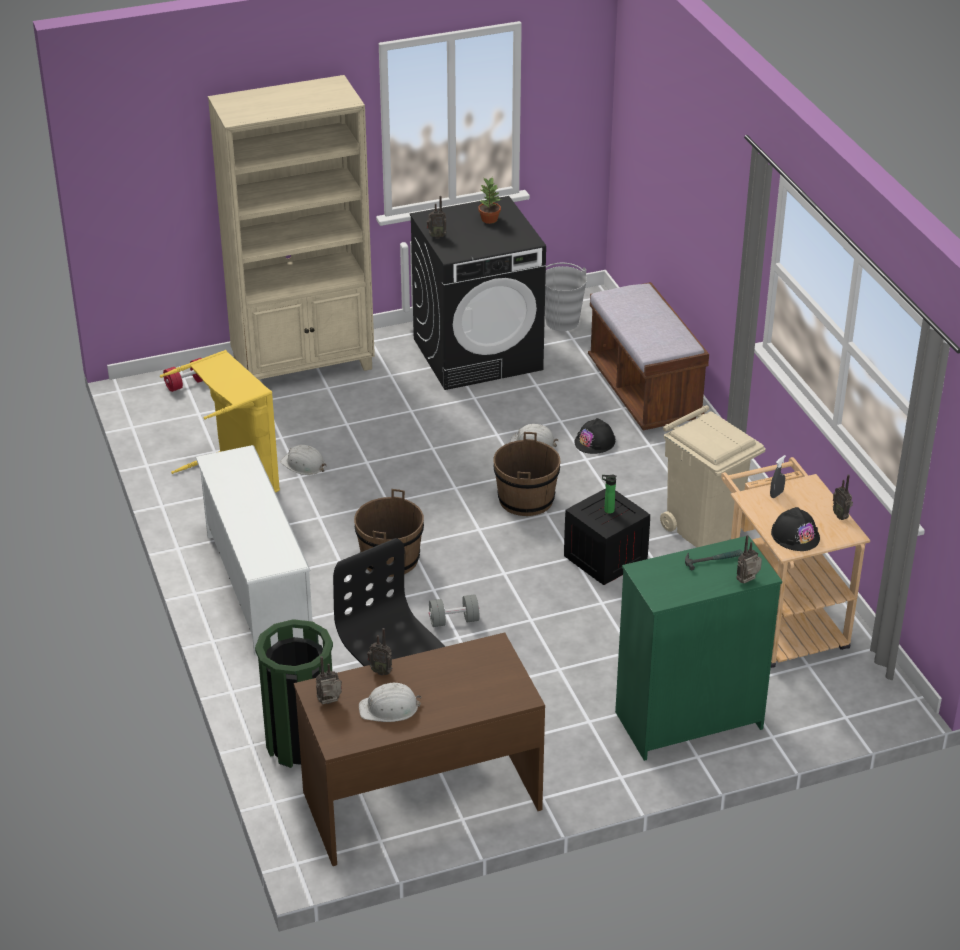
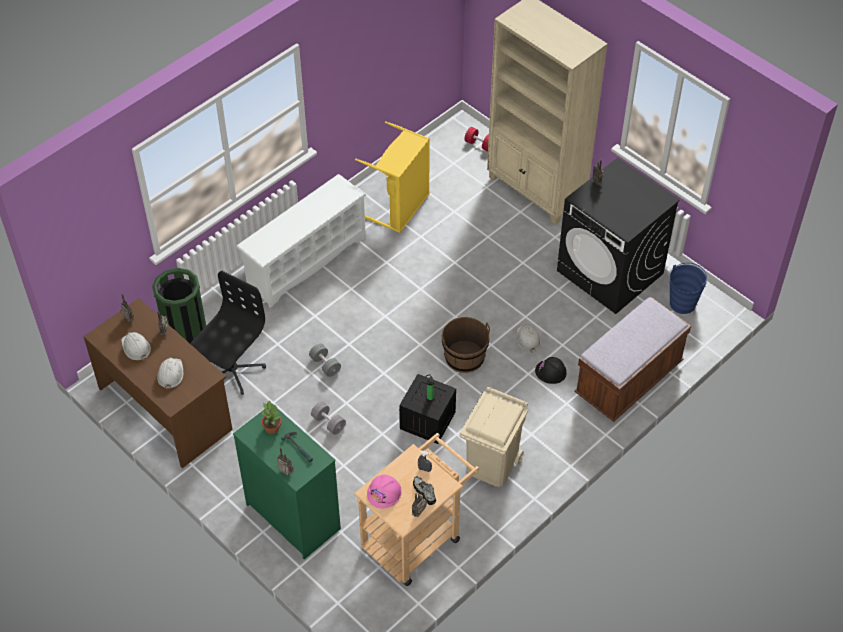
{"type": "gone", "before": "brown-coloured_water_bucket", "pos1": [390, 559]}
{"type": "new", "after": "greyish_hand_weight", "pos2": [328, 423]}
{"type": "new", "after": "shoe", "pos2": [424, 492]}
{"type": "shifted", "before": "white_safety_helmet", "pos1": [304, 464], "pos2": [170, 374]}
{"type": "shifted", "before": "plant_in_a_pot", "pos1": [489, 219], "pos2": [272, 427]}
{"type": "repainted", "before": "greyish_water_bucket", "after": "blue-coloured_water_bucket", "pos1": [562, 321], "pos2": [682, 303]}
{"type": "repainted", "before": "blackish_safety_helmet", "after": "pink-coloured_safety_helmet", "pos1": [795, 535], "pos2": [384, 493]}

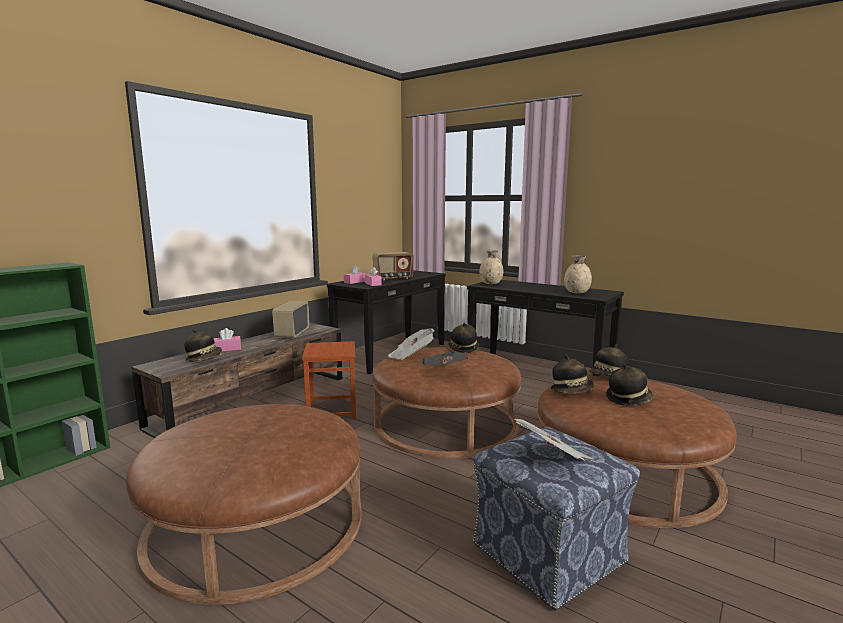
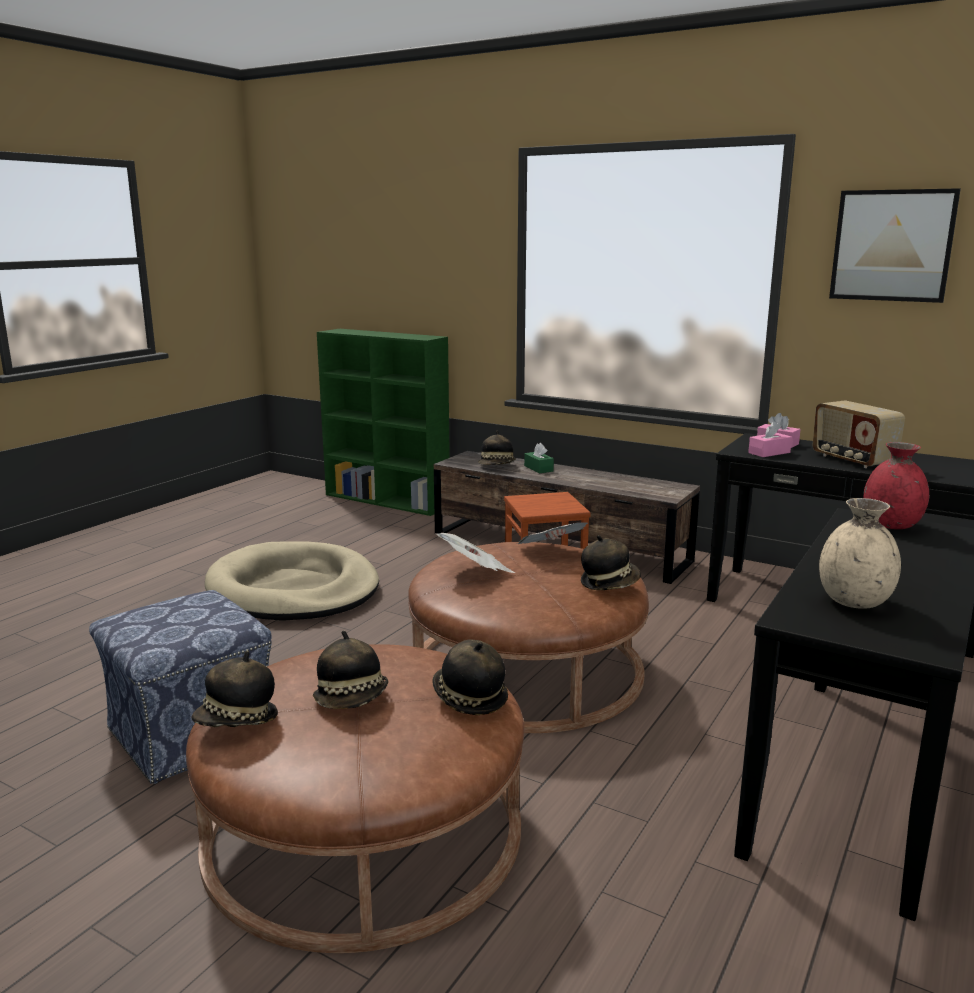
{"type": "gone", "before": "radio_set", "pos1": [292, 334]}
{"type": "gone", "before": "daily_paper", "pos1": [552, 459]}
{"type": "new", "after": "picture", "pos2": [892, 245]}
{"type": "shifted", "before": "clothing_hat", "pos1": [571, 391], "pos2": [237, 722]}
{"type": "swapped", "before": "brown-coloured_ottoman", "after": "beige_dog_bed", "pos1": [256, 522], "pos2": [293, 589]}
{"type": "repainted", "before": "pink-coloured_tissue_holder", "after": "green_tissue_holder", "pos1": [227, 349], "pos2": [538, 468]}
{"type": "repainted", "before": "beige_flower_vase", "after": "reddish_flower_vase", "pos1": [490, 283], "pos2": [891, 525]}

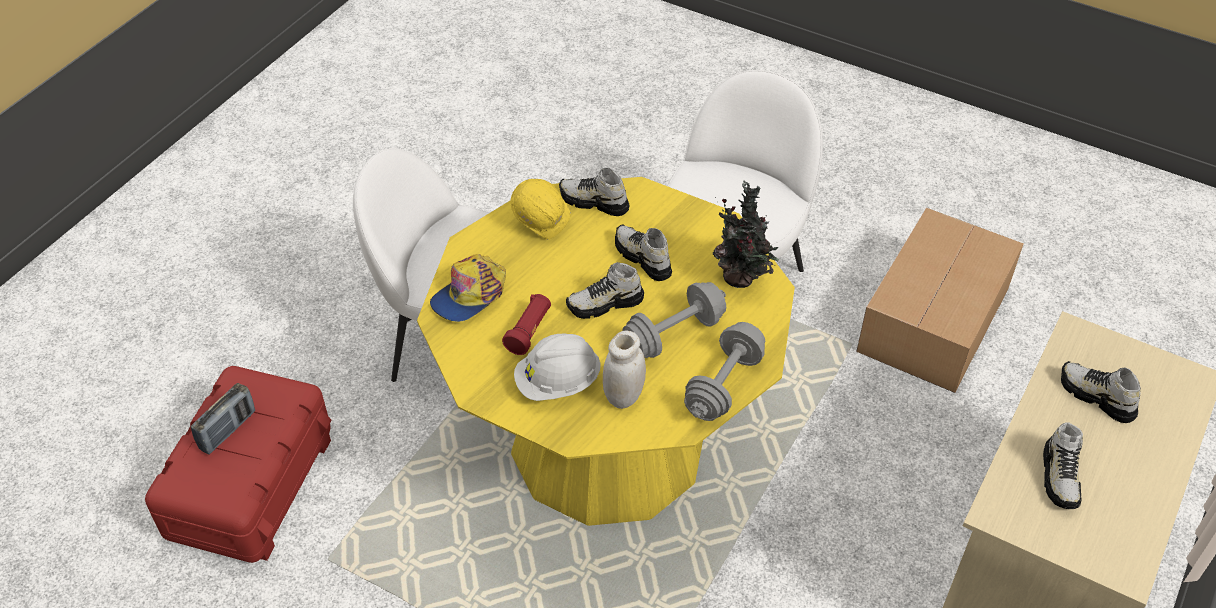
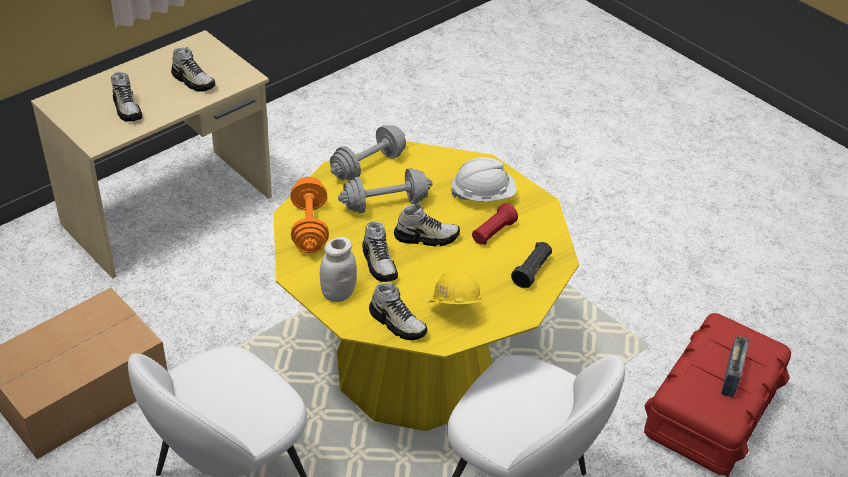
{"type": "shifted", "before": "white_storage_jar", "pos1": [624, 396], "pos2": [338, 293]}
{"type": "swapped", "before": "peaked_cap", "after": "blackish_flashlight", "pos1": [470, 295], "pos2": [532, 271]}
{"type": "swapped", "before": "plant_in_a_pot", "after": "orange-coloured_hand_weight", "pos1": [742, 279], "pos2": [309, 227]}
{"type": "rotated", "before": "radio_set", "pos1": [228, 430], "pos2": [731, 377], "turn": 150}
{"type": "rotated", "before": "shoe", "pos1": [1060, 477], "pos2": [193, 81], "turn": 105}

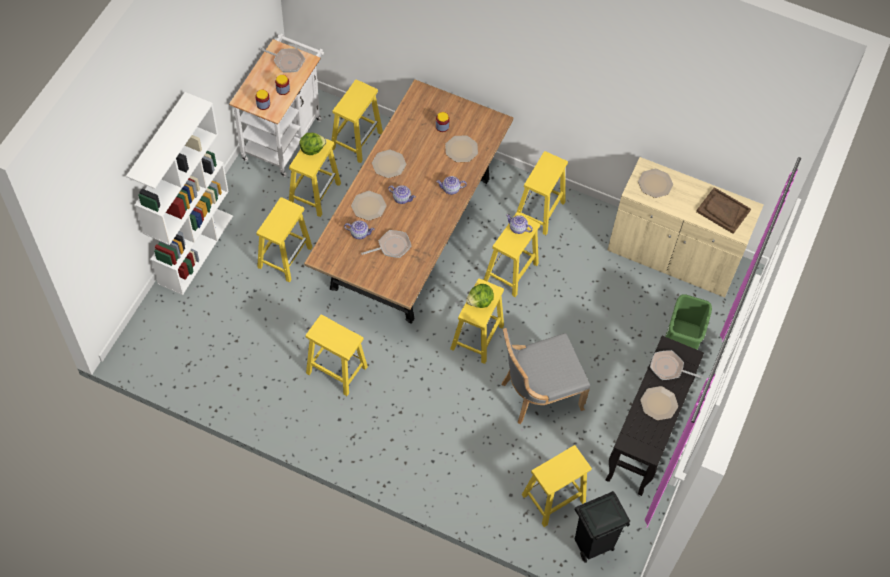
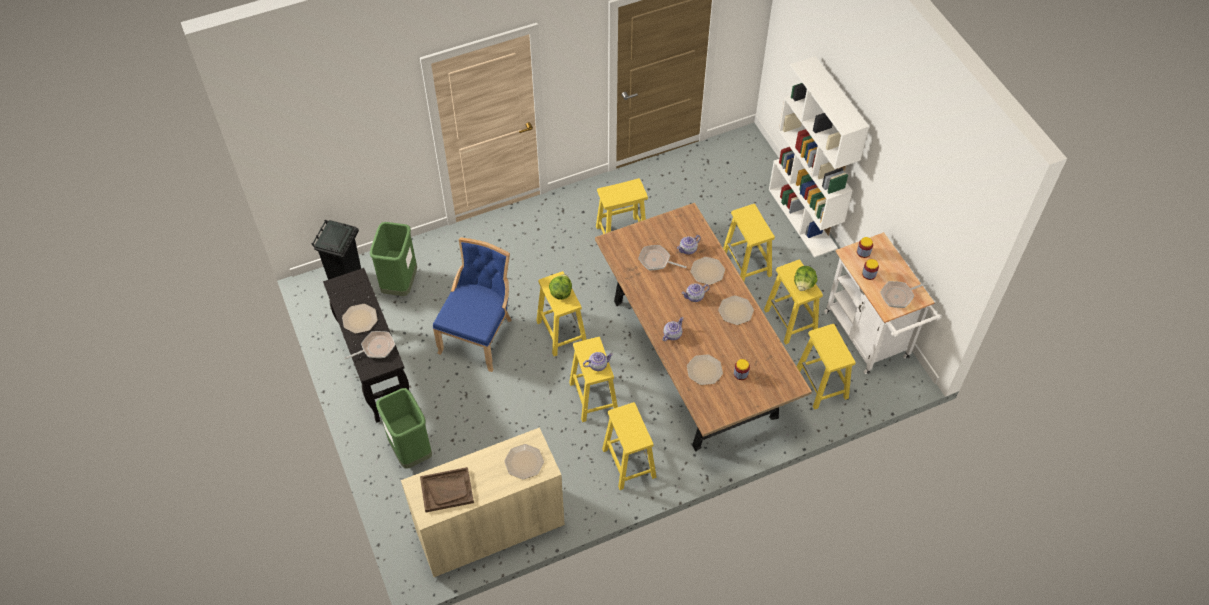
{"type": "swapped", "before": "yellowish_stool_seat", "after": "green_waste_bin", "pos1": [552, 499], "pos2": [400, 284]}
{"type": "repainted", "before": "greyish_plain_chair", "after": "blue-coloured_plain_chair", "pos1": [538, 394], "pos2": [479, 335]}
{"type": "rotated", "before": "skillet", "pos1": [392, 246], "pos2": [656, 260], "turn": 90}

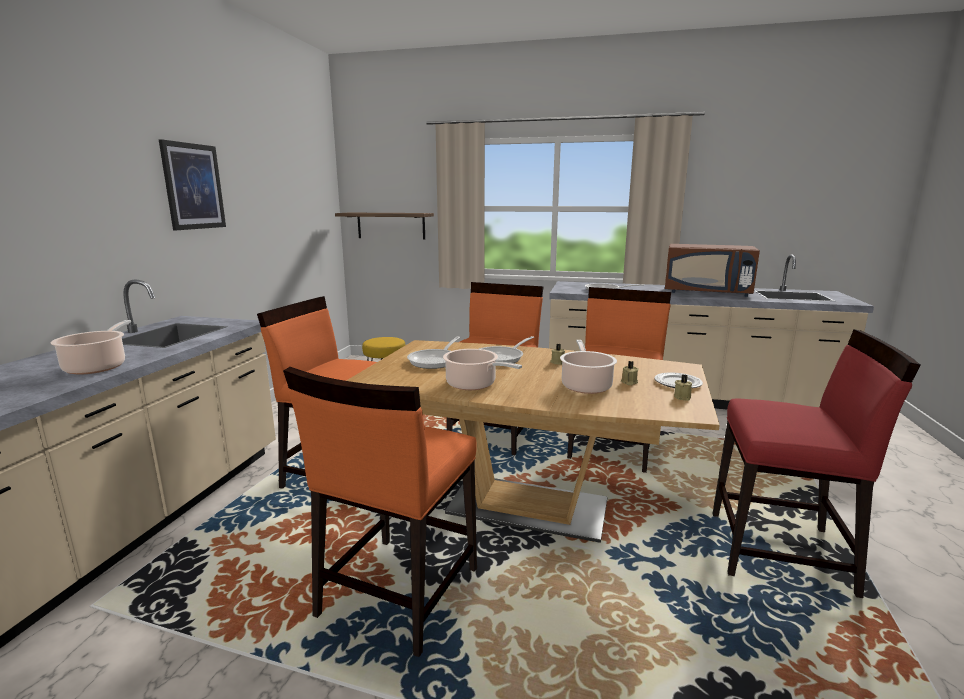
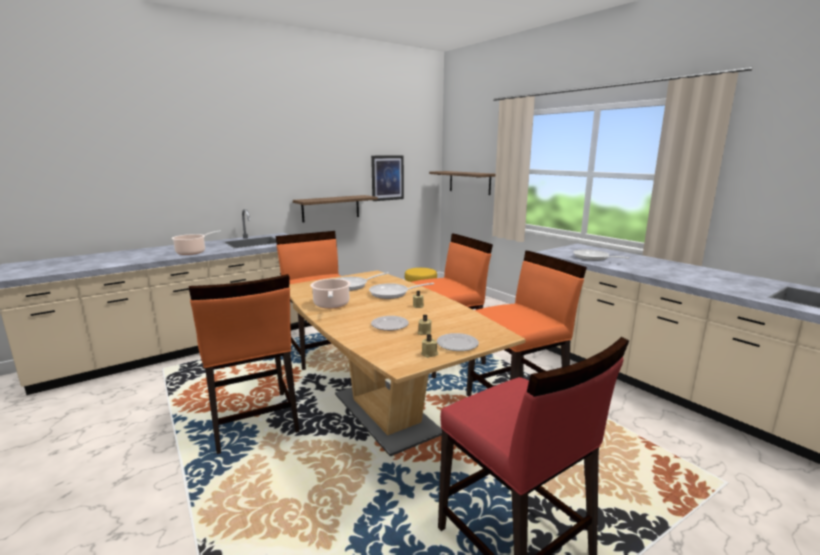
{"type": "gone", "before": "brown-coloured_microwave_oven", "pos1": [707, 292]}
{"type": "new", "after": "bracket_shelf", "pos2": [331, 208]}
{"type": "shifted", "before": "picture", "pos1": [193, 186], "pos2": [387, 178]}
{"type": "swapped", "before": "cooking_pot", "after": "dinner_plate", "pos1": [585, 385], "pos2": [390, 325]}
{"type": "rotated", "before": "orange-coloured_plain_chair", "pos1": [397, 593], "pos2": [253, 422], "turn": -90}

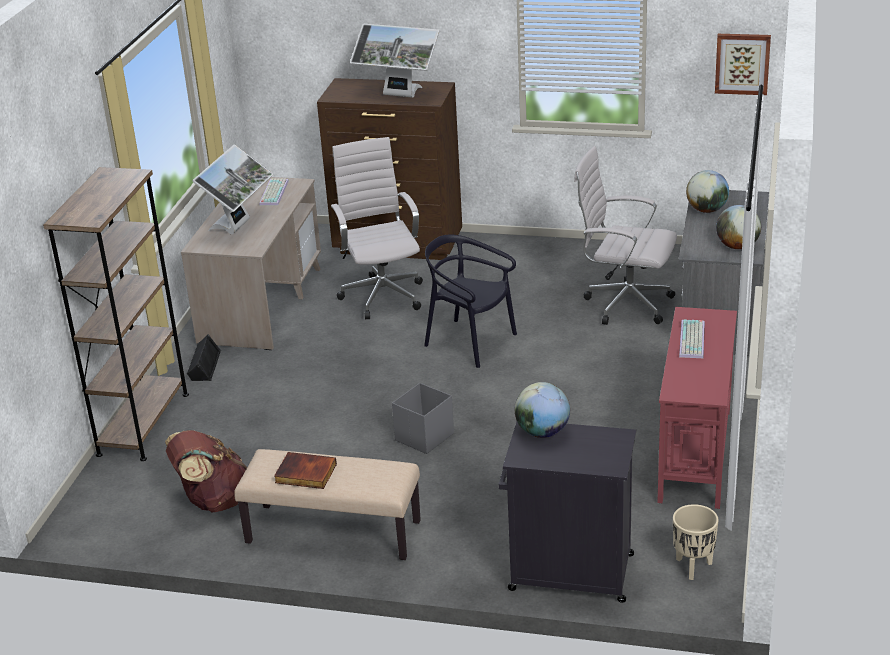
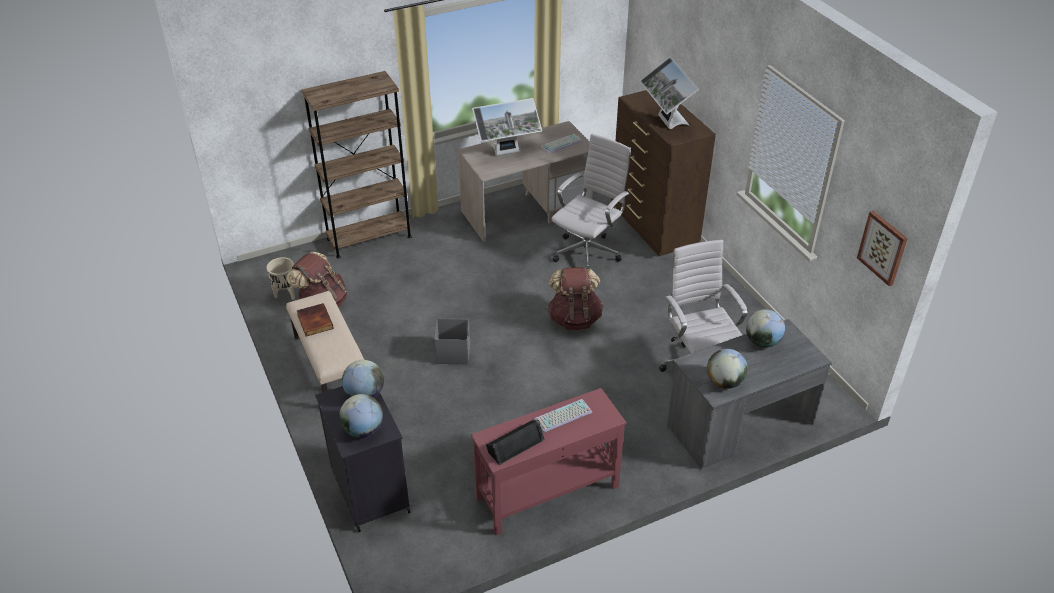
{"type": "new", "after": "world_globe", "pos2": [363, 430]}
{"type": "shifted", "before": "blackish_loudspeaker", "pos1": [203, 365], "pos2": [515, 444]}
{"type": "shifted", "before": "beige_plant_pot", "pos1": [693, 567], "pos2": [286, 294]}
{"type": "swapped", "before": "blackish_plain_chair", "after": "brown-coloured_rucksack", "pos1": [470, 342], "pos2": [574, 318]}

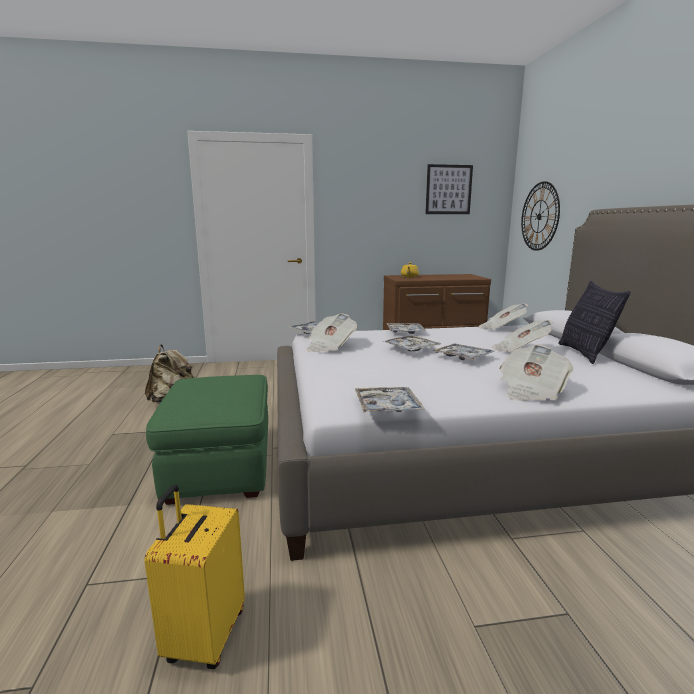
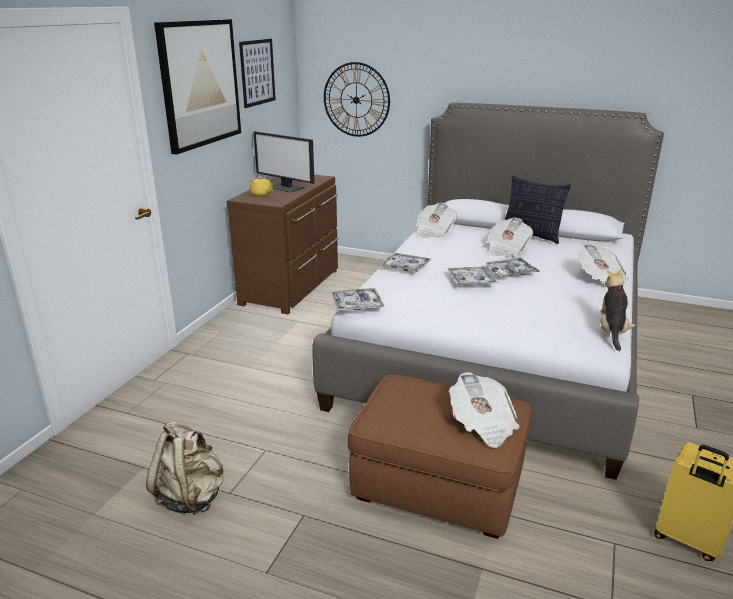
{"type": "new", "after": "picture", "pos2": [200, 83]}
{"type": "new", "after": "computer_screen", "pos2": [286, 187]}
{"type": "shifted", "before": "daily_paper", "pos1": [330, 347], "pos2": [482, 425]}
{"type": "swapped", "before": "carrying_tray", "after": "cuddly_toy", "pos1": [387, 407], "pos2": [612, 331]}
{"type": "repainted", "before": "green_ottoman", "after": "brown-coloured_ottoman", "pos1": [220, 466], "pos2": [439, 487]}

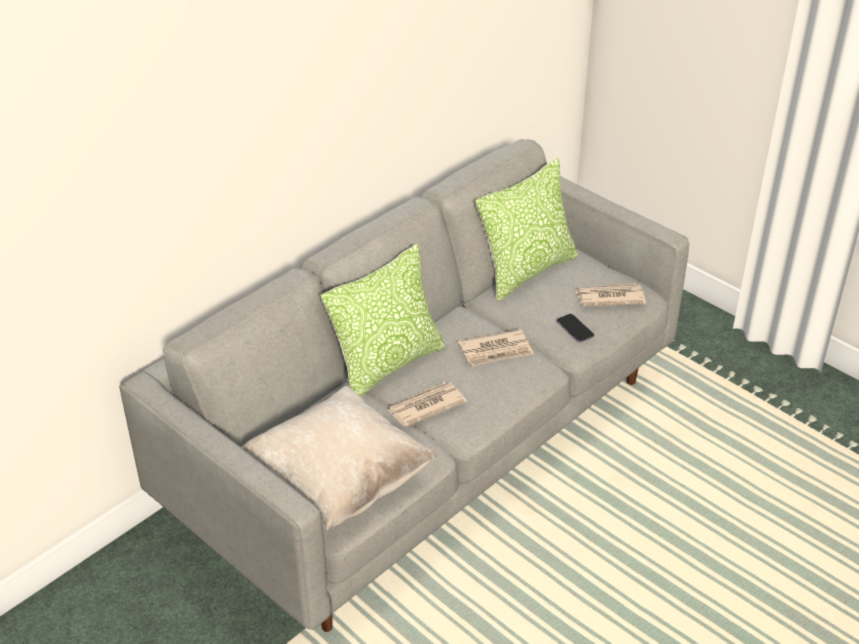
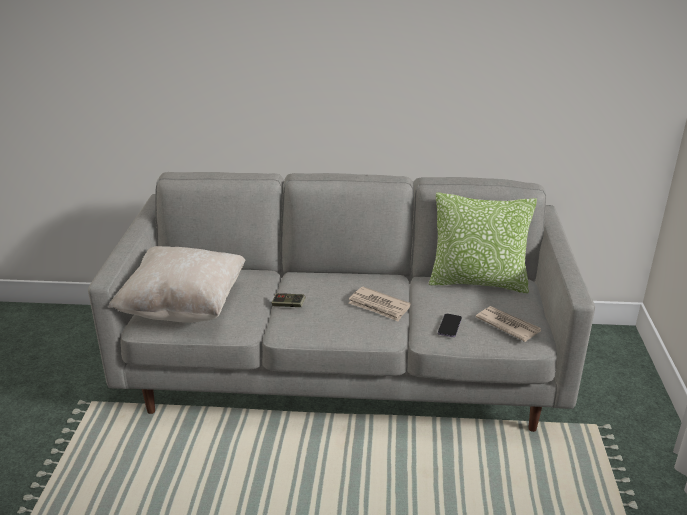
{"type": "gone", "before": "throw_pillow", "pos1": [387, 365]}
{"type": "swapped", "before": "daily_paper", "after": "joypad", "pos1": [425, 406], "pos2": [288, 305]}

